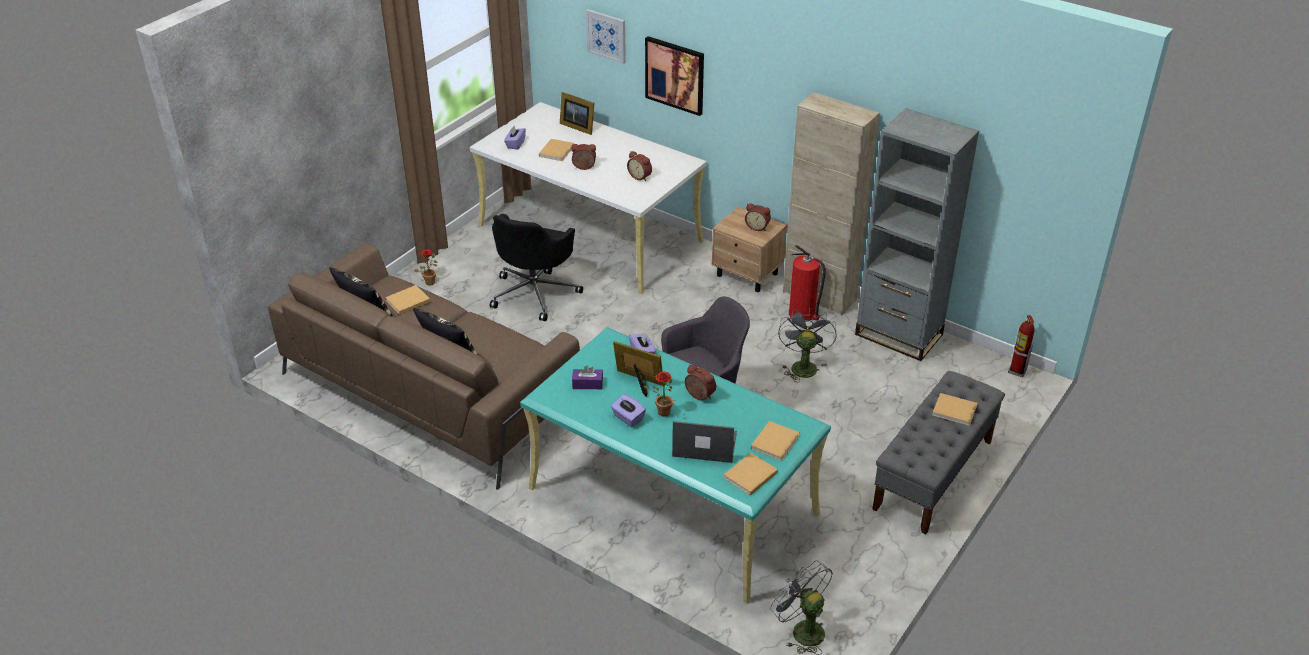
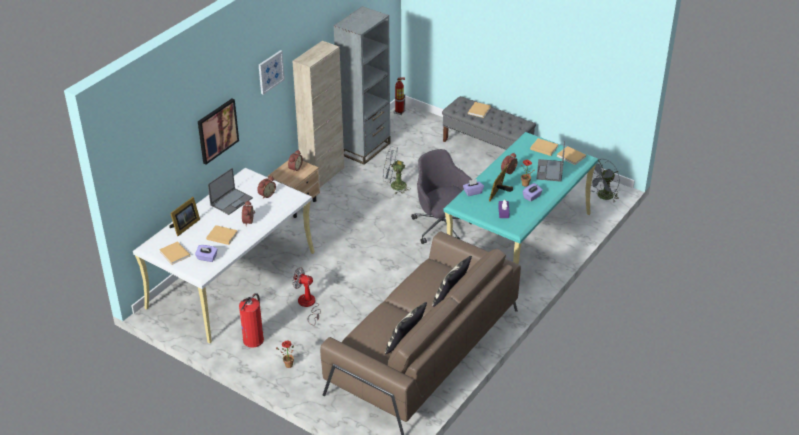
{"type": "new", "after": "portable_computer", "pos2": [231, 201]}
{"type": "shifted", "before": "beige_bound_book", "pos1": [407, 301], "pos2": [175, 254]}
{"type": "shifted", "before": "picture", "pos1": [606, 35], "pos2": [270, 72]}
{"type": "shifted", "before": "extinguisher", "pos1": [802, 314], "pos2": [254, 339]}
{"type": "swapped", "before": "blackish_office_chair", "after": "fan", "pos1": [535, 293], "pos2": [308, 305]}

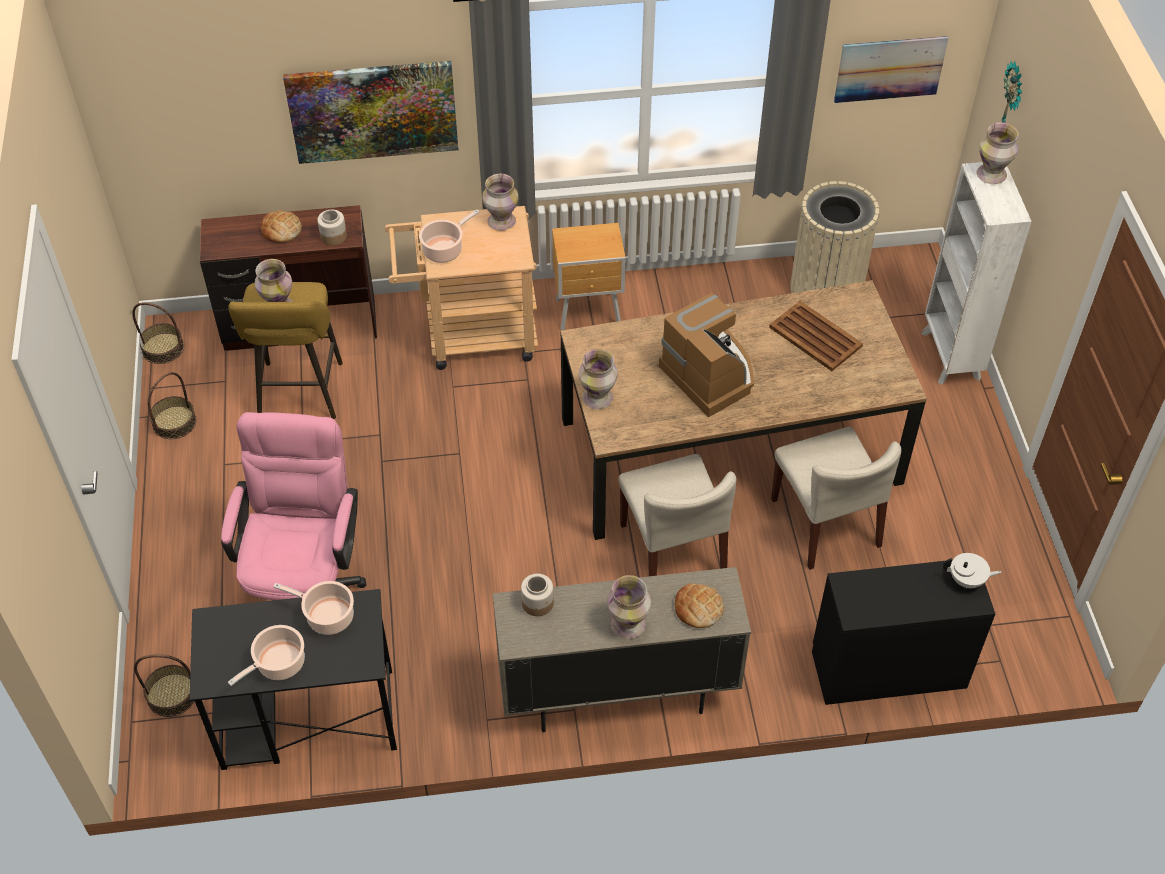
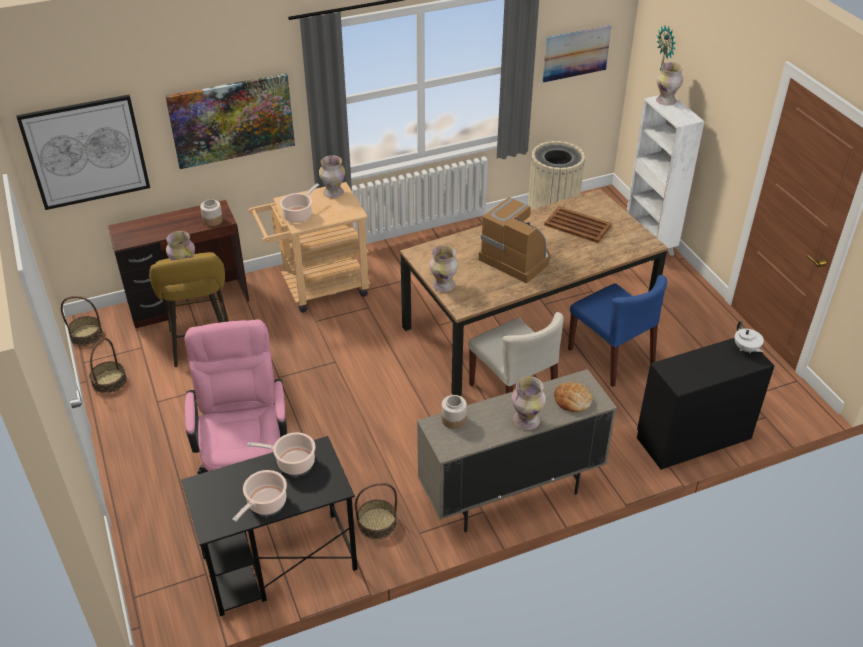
{"type": "gone", "before": "baked_bread", "pos1": [281, 230]}
{"type": "gone", "before": "brown-coloured_night_table", "pos1": [590, 313]}
{"type": "new", "after": "picture", "pos2": [86, 152]}
{"type": "shifted", "before": "storage_basket", "pos1": [172, 695], "pos2": [377, 523]}
{"type": "repainted", "before": "beige_plain_chair", "after": "blue-coloured_plain_chair", "pos1": [826, 523], "pos2": [611, 356]}
{"type": "rotated", "before": "white_pot_for_tea", "pos1": [967, 580], "pos2": [746, 349], "turn": 75}

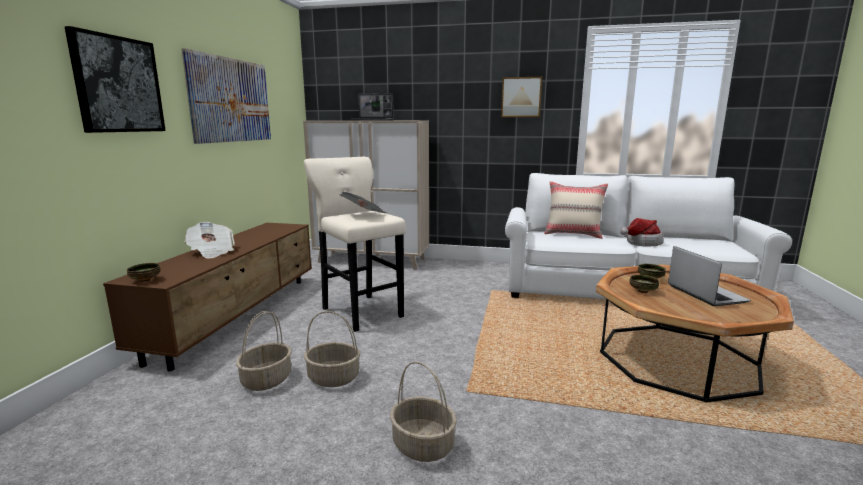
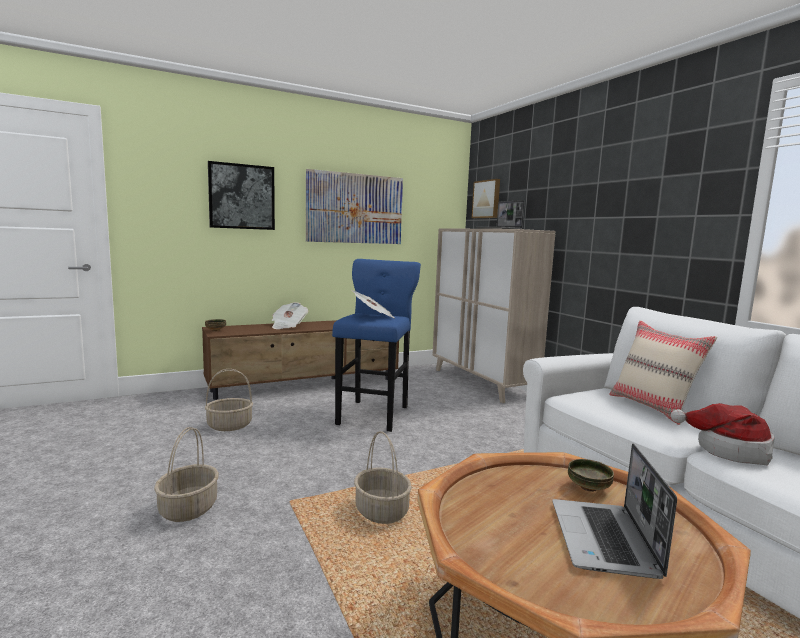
{"type": "gone", "before": "bowl", "pos1": [642, 291]}
{"type": "shifted", "before": "storage_basket", "pos1": [332, 378], "pos2": [381, 511]}
{"type": "shifted", "before": "picture", "pos1": [521, 97], "pos2": [487, 199]}
{"type": "repainted", "before": "beige_stool_seat", "after": "blue-coloured_stool_seat", "pos1": [360, 311], "pos2": [374, 414]}
{"type": "rotated", "before": "portable_computer", "pos1": [705, 293], "pos2": [605, 540], "turn": 150}

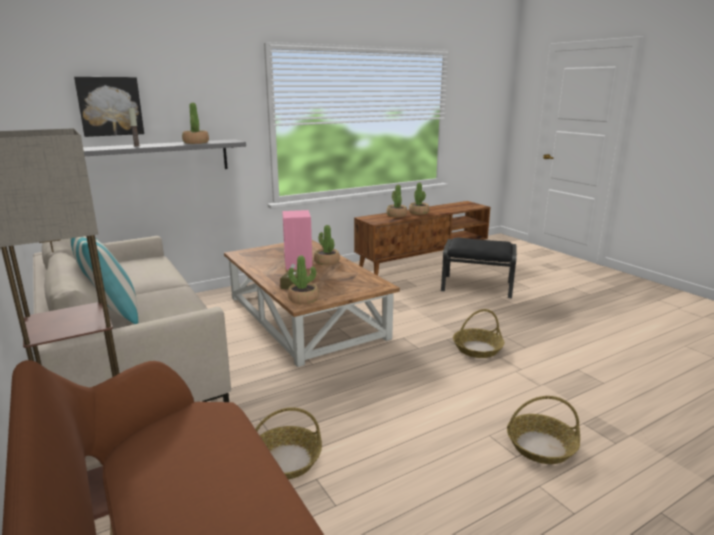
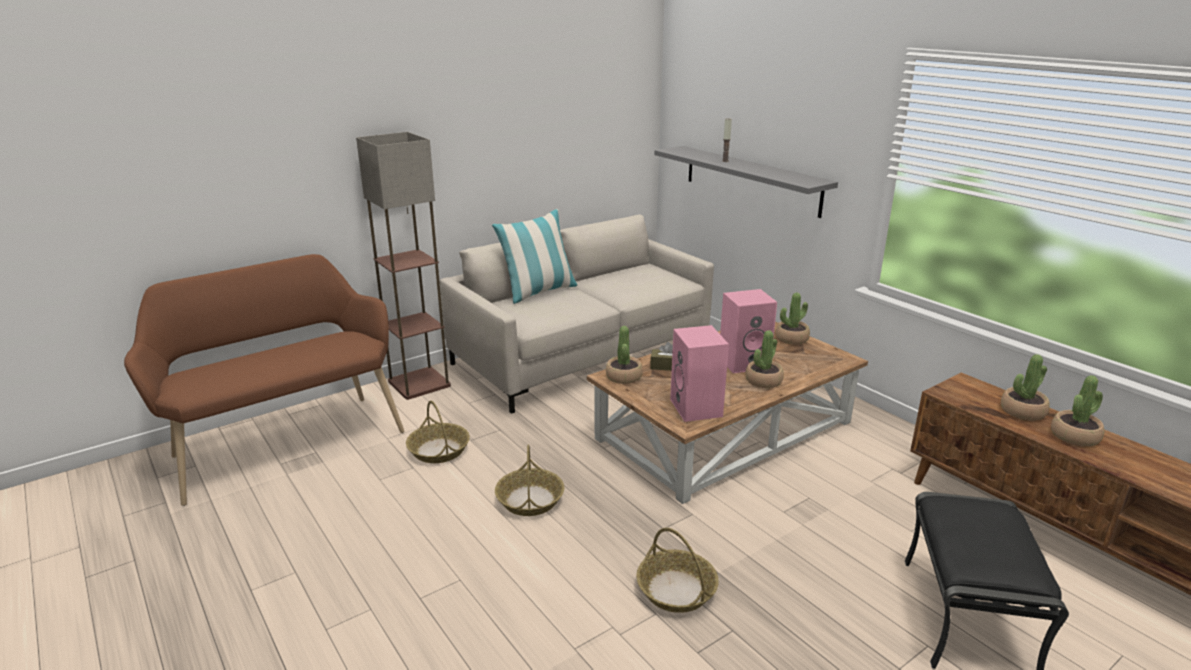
{"type": "gone", "before": "picture", "pos1": [110, 106]}
{"type": "new", "after": "pink-coloured_loudspeaker", "pos2": [697, 408]}
{"type": "shifted", "before": "plant_in_a_pot", "pos1": [196, 142], "pos2": [791, 338]}
{"type": "shifted", "before": "storage_basket", "pos1": [540, 446], "pos2": [529, 499]}

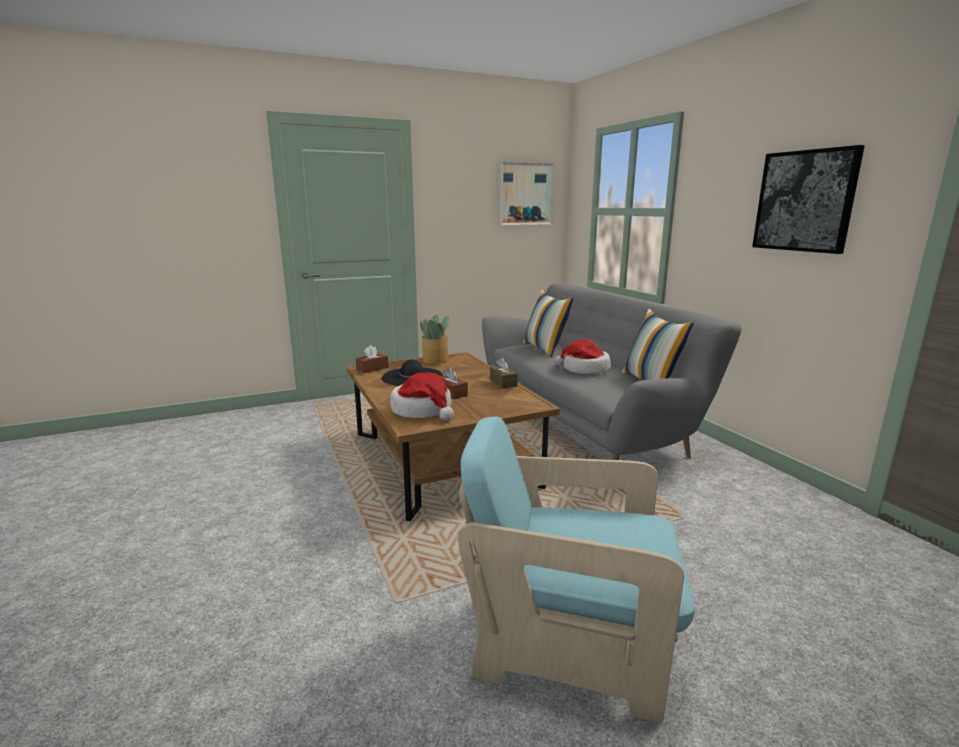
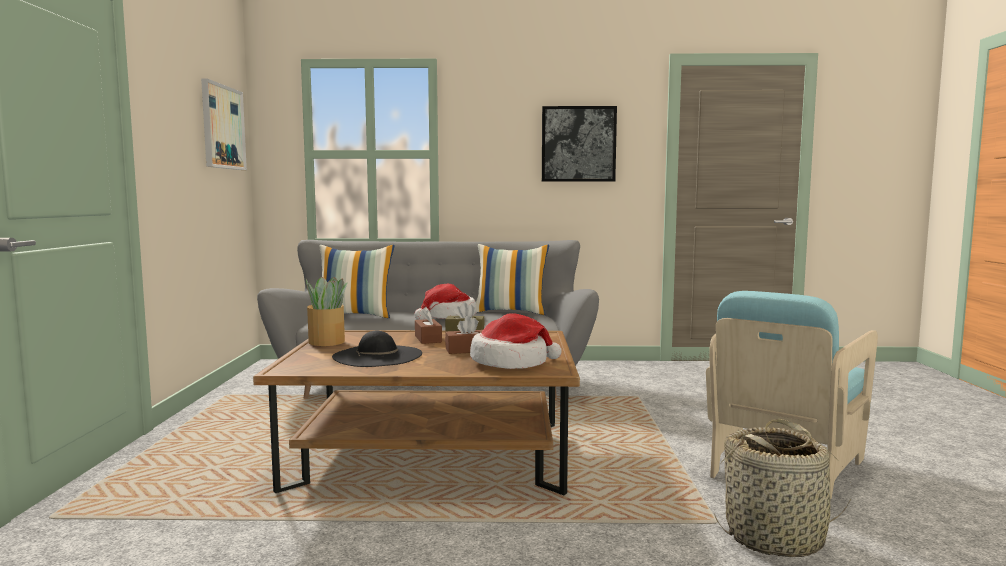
{"type": "new", "after": "storage_basket", "pos2": [775, 537]}
{"type": "shifted", "before": "brown-coloured_tissue_holder", "pos1": [372, 368], "pos2": [428, 339]}

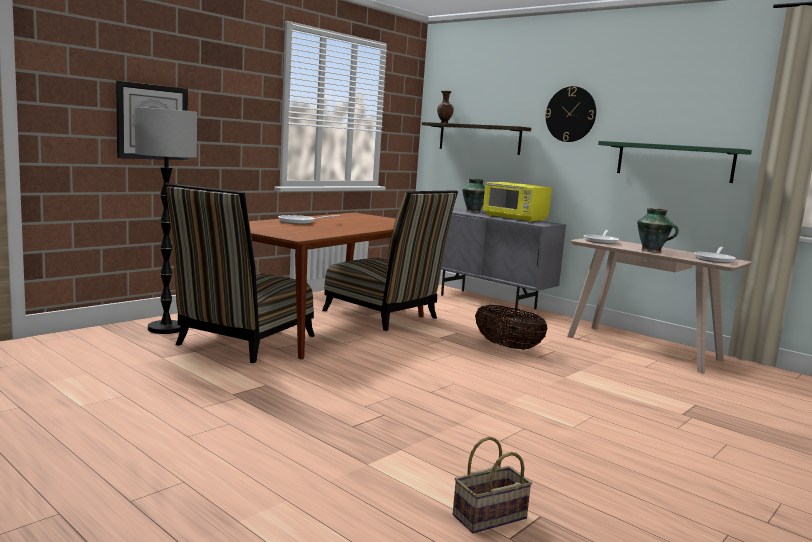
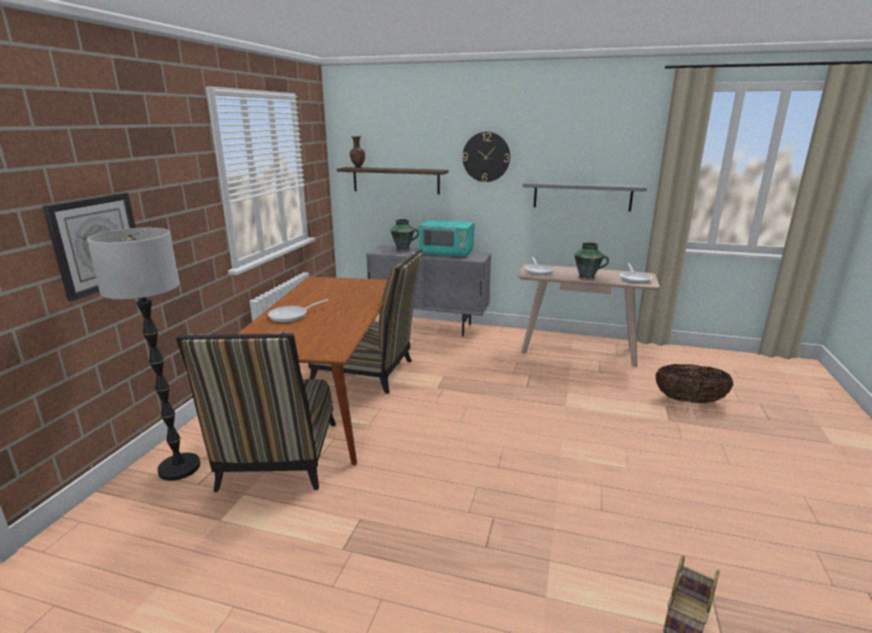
{"type": "shifted", "before": "storage_basket", "pos1": [507, 347], "pos2": [689, 401]}
{"type": "repainted", "before": "yellowish_microwave_oven", "after": "turquoise-coloured_microwave_oven", "pos1": [515, 218], "pos2": [447, 253]}
{"type": "repainted", "before": "green_bracket_shelf", "after": "greyish_bracket_shelf", "pos1": [674, 161], "pos2": [582, 196]}

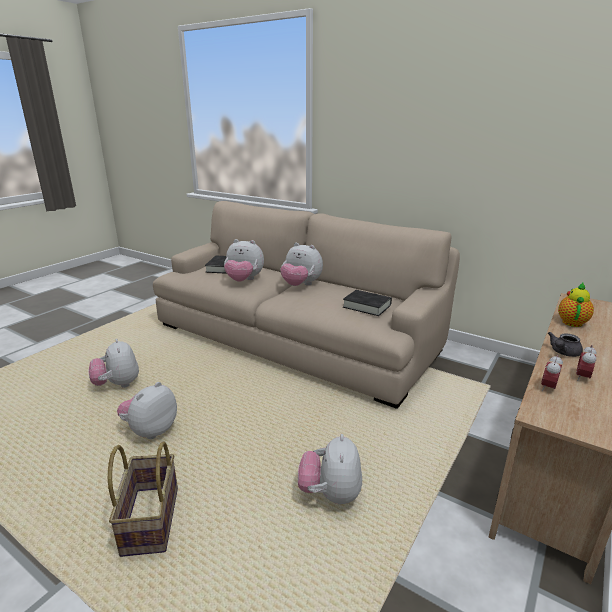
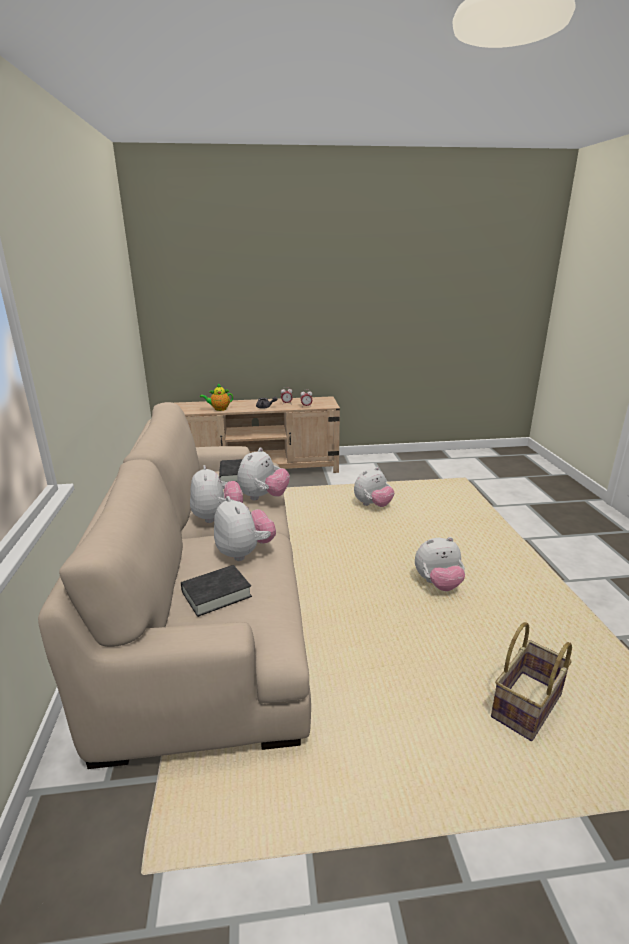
{"type": "shifted", "before": "cuddly_toy", "pos1": [118, 384], "pos2": [263, 497]}
{"type": "shifted", "before": "storage_basket", "pos1": [149, 519], "pos2": [527, 706]}

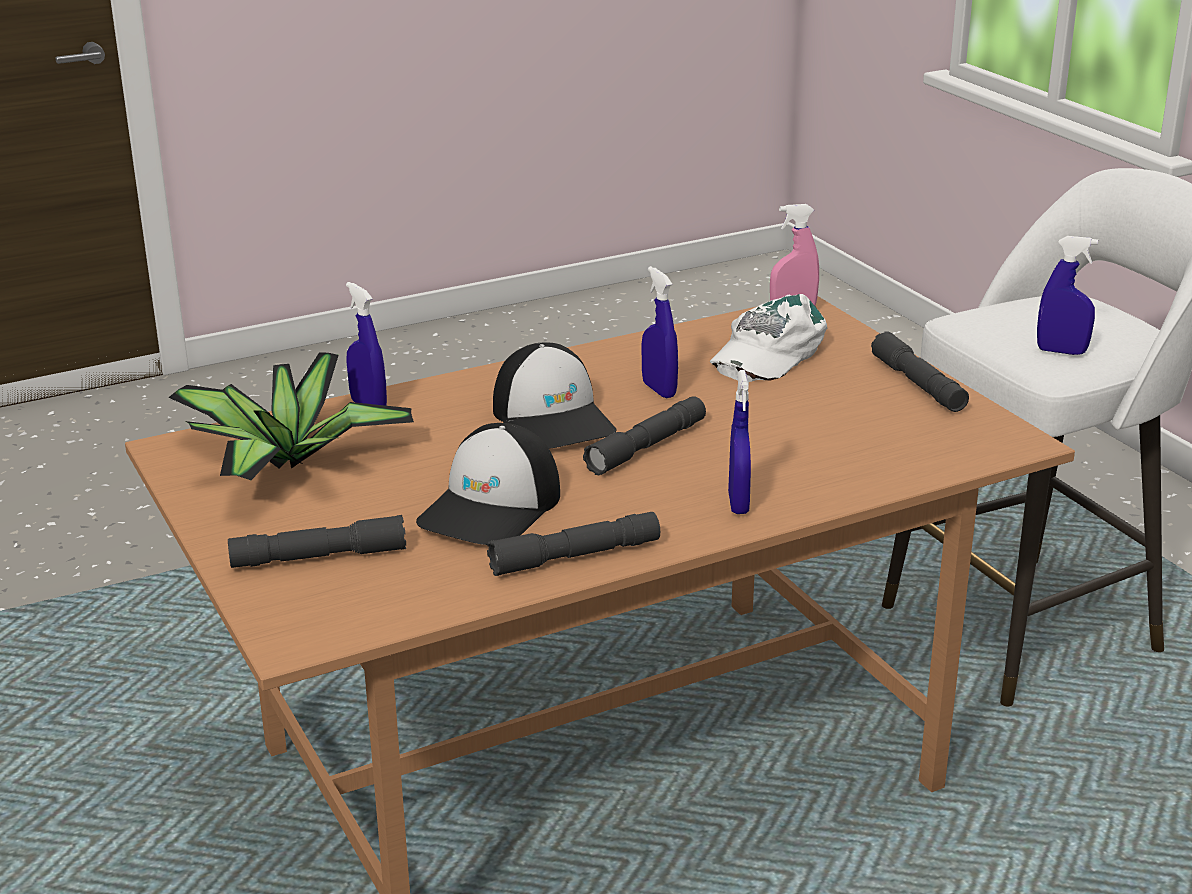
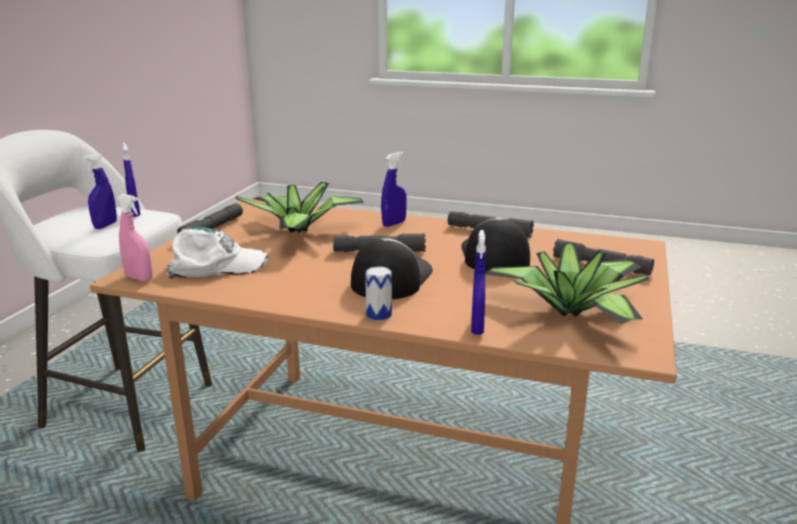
{"type": "new", "after": "plant_in_a_pot", "pos2": [301, 231]}
{"type": "new", "after": "metal_can", "pos2": [379, 315]}
{"type": "shifted", "before": "blue-coloured_hand_sprayer", "pos1": [659, 390], "pos2": [105, 225]}
{"type": "rotated", "before": "peaked_cap", "pos1": [492, 508], "pos2": [493, 255], "turn": -75}

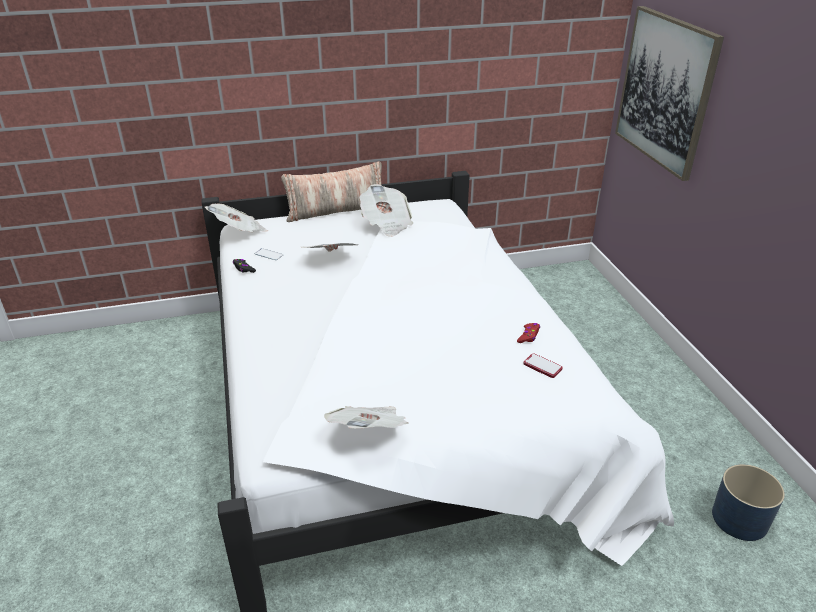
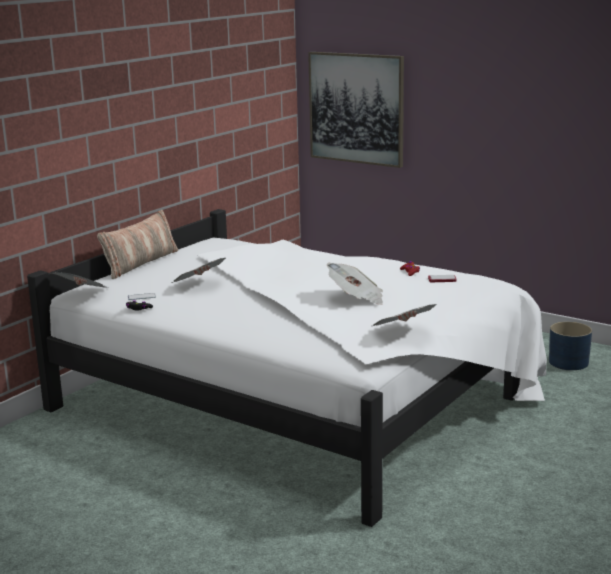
{"type": "shifted", "before": "daily_paper", "pos1": [386, 223], "pos2": [356, 298]}

